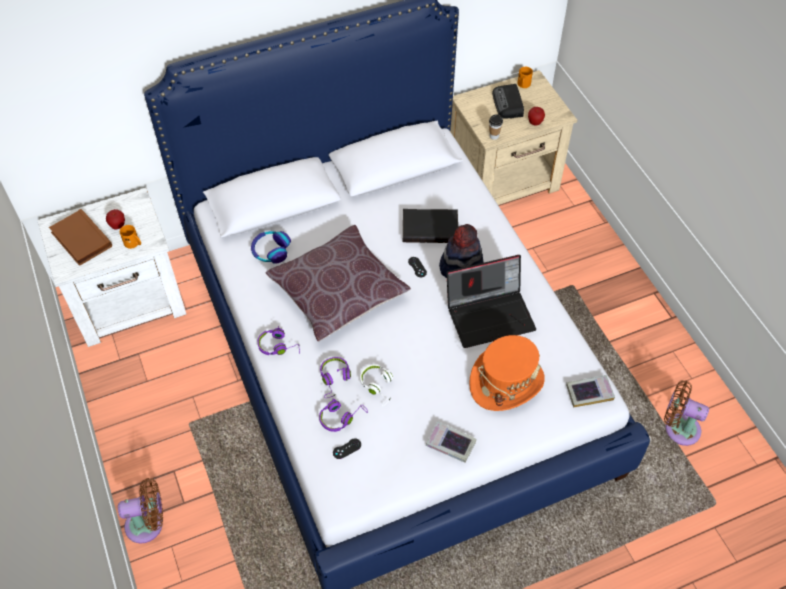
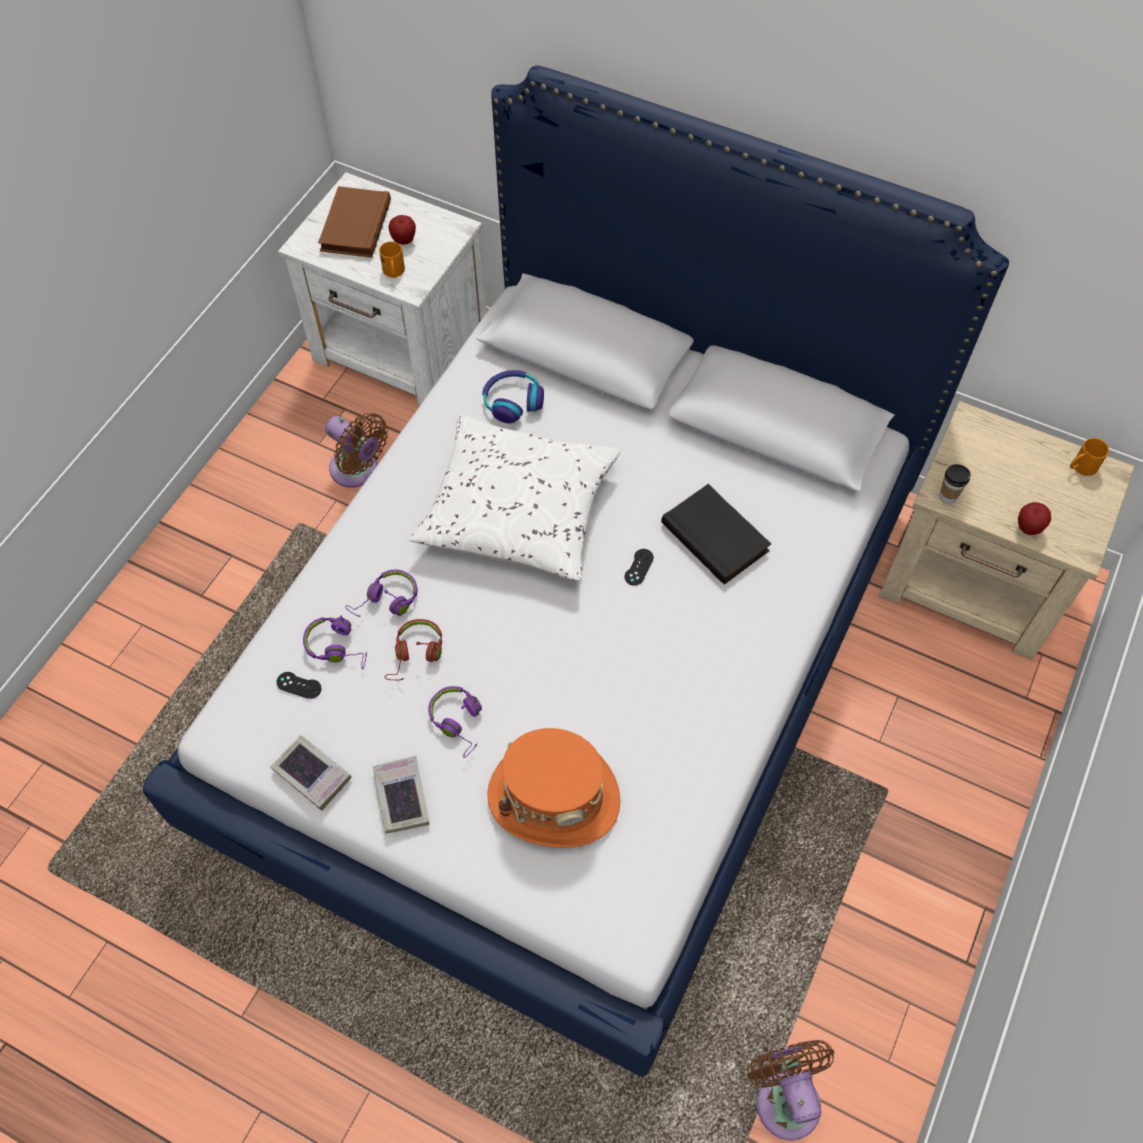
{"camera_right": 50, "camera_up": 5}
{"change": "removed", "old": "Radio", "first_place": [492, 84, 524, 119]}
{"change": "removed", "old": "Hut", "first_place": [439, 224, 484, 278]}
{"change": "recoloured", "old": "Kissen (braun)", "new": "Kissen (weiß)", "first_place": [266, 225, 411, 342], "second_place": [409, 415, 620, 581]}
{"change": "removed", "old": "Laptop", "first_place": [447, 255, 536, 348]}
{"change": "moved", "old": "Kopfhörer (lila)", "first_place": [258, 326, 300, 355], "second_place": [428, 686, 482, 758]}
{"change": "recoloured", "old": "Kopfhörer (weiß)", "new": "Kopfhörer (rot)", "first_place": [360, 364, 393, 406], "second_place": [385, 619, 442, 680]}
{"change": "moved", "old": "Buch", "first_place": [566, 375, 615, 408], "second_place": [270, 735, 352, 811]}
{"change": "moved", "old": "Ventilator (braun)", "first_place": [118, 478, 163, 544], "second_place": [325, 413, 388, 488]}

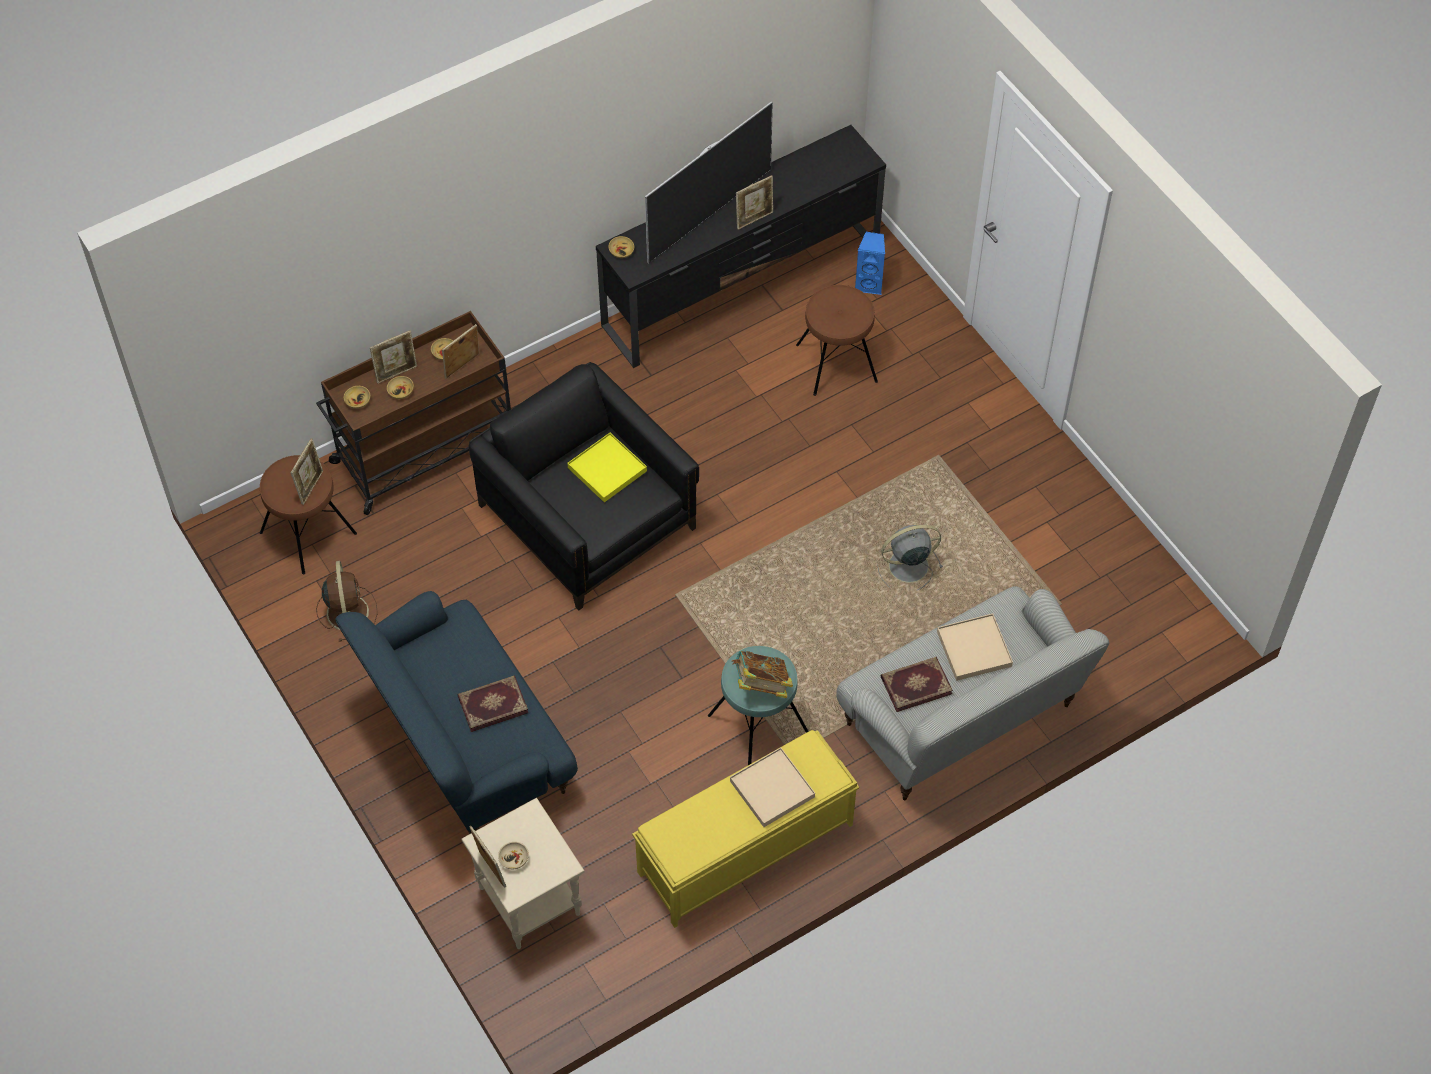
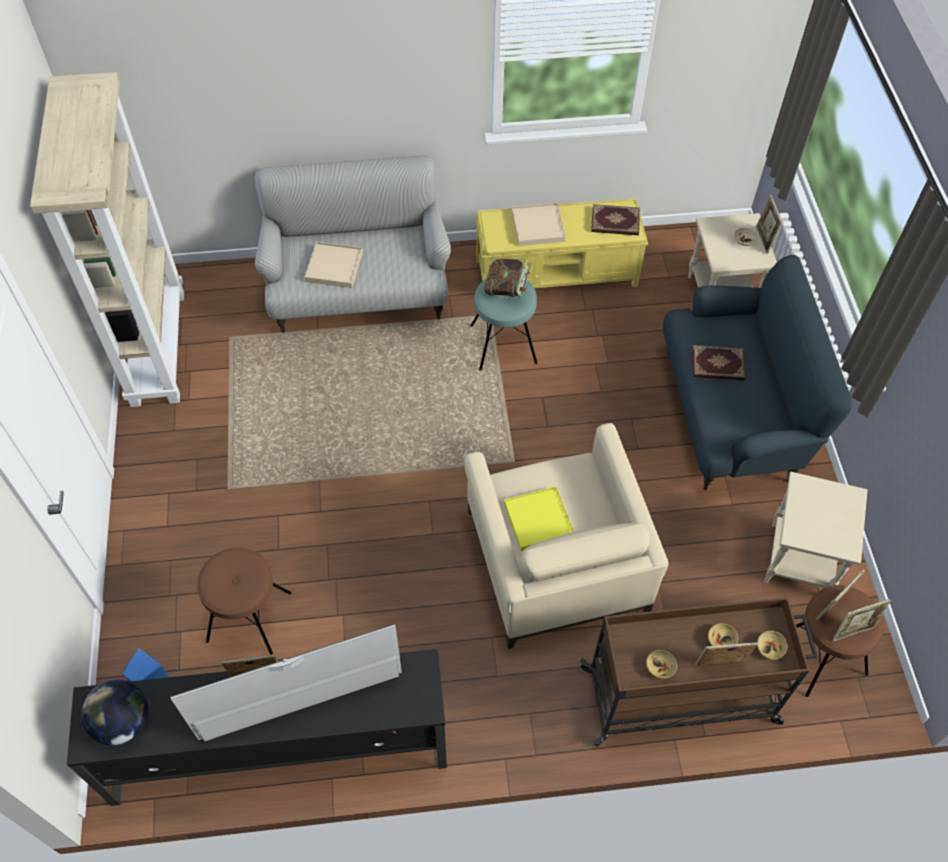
{"camera_right": -155, "camera_up": 0}
{"change": "removed", "old": "Schüssel (beige)", "first_place": [608, 236, 634, 258]}
{"change": "moved", "old": "Bilderrahmen", "first_place": [442, 324, 479, 378], "second_place": [833, 599, 891, 641]}
{"change": "recoloured", "old": "Sessel (schwarz)", "new": "Sessel (beige)", "first_place": [469, 362, 699, 610], "second_place": [464, 423, 668, 649]}
{"change": "removed", "old": "Ventilator (grau)", "first_place": [877, 525, 943, 590]}
{"change": "replaced", "old": "Ventilator (braun)", "new": "Beistelltisch (beige)", "first_place": [316, 561, 378, 642], "second_place": [764, 472, 868, 588]}
{"change": "moved", "old": "Buch", "first_place": [881, 657, 953, 712], "second_place": [591, 204, 640, 235]}
{"change": "added", "new": "Bücherregal (beige)", "second_place": [30, 72, 184, 407]}
{"change": "added", "new": "Globus", "second_place": [81, 680, 148, 745]}

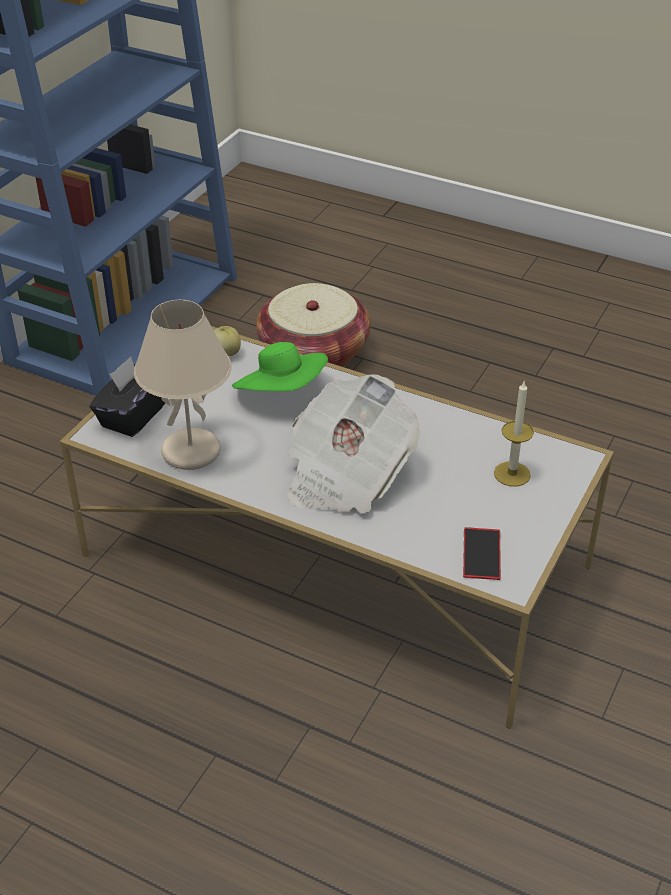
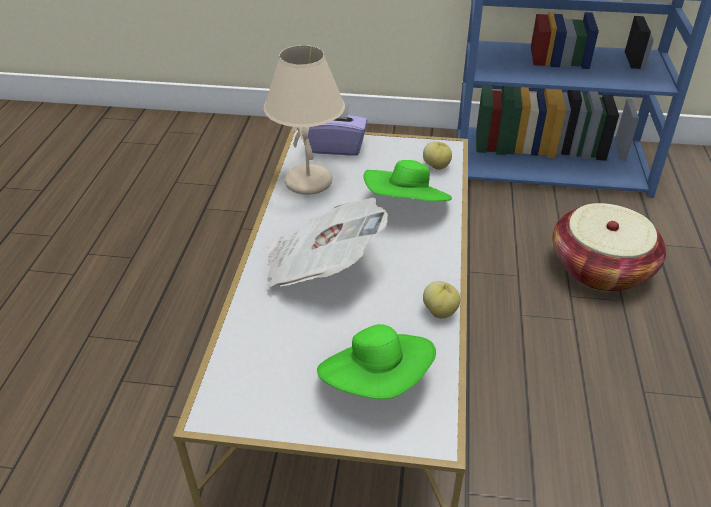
{"camera_right": 70, "camera_up": 0}
{"change": "recoloured", "old": "Taschentuchbox (schwarz)", "new": "Taschentuchbox (lila)", "first_place": [90, 356, 165, 437], "second_place": [308, 103, 367, 156]}
{"change": "replaced", "old": "Kerze", "new": "Hut (grün)", "first_place": [494, 381, 534, 487], "second_place": [317, 324, 436, 399]}
{"change": "removed", "old": "Handy", "first_place": [463, 527, 501, 580]}
{"change": "added", "new": "Apfel", "second_place": [423, 281, 460, 318]}

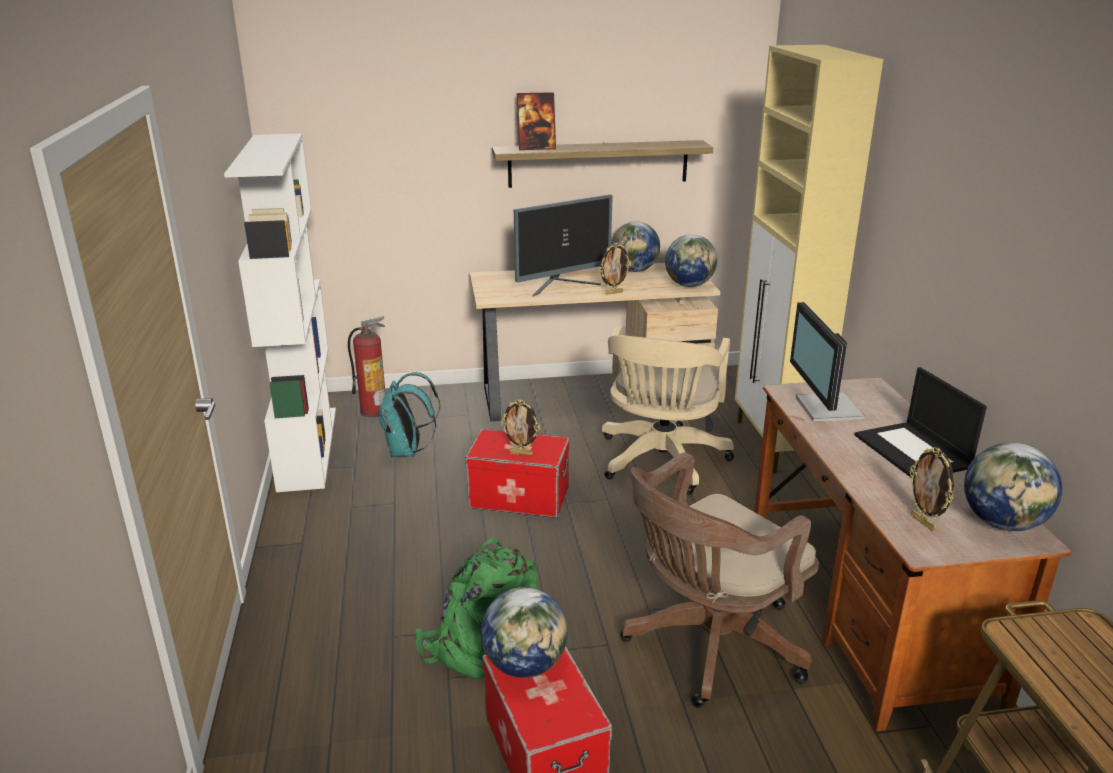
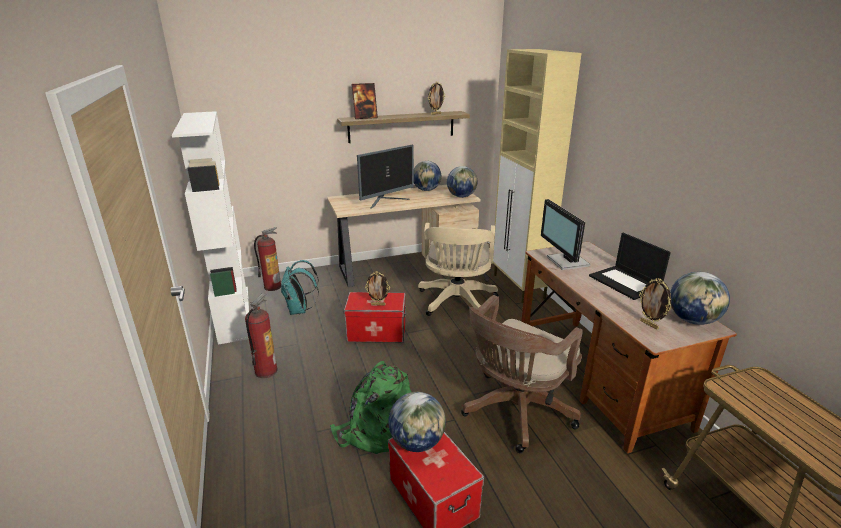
{"camera_right": -10, "camera_up": 0}
{"change": "moved", "old": "Bilderrahmen", "first_place": [599, 242, 631, 295], "second_place": [428, 82, 445, 115]}
{"change": "added", "new": "Feuerlöscher", "second_place": [245, 293, 278, 378]}

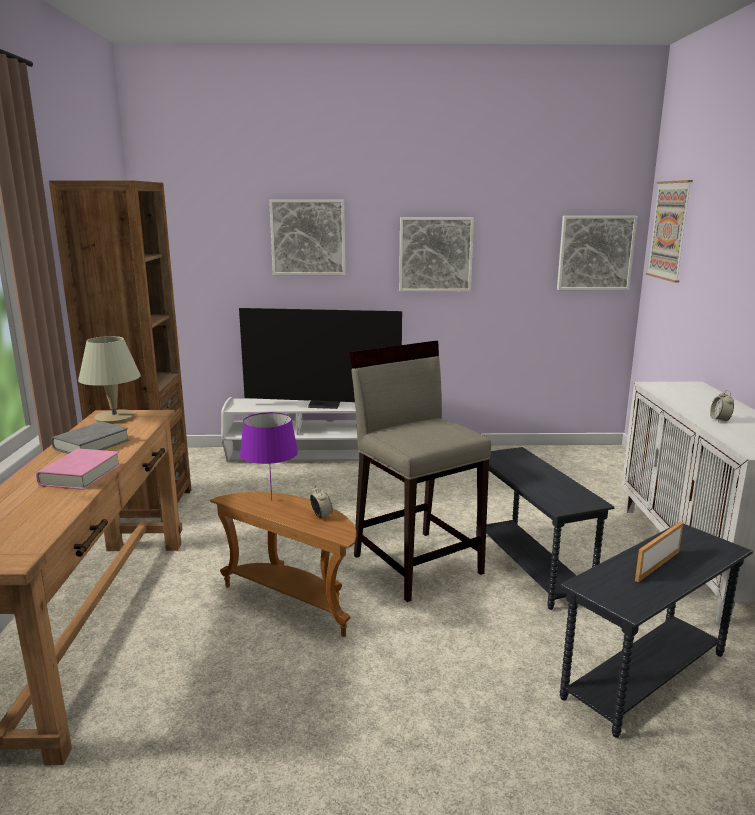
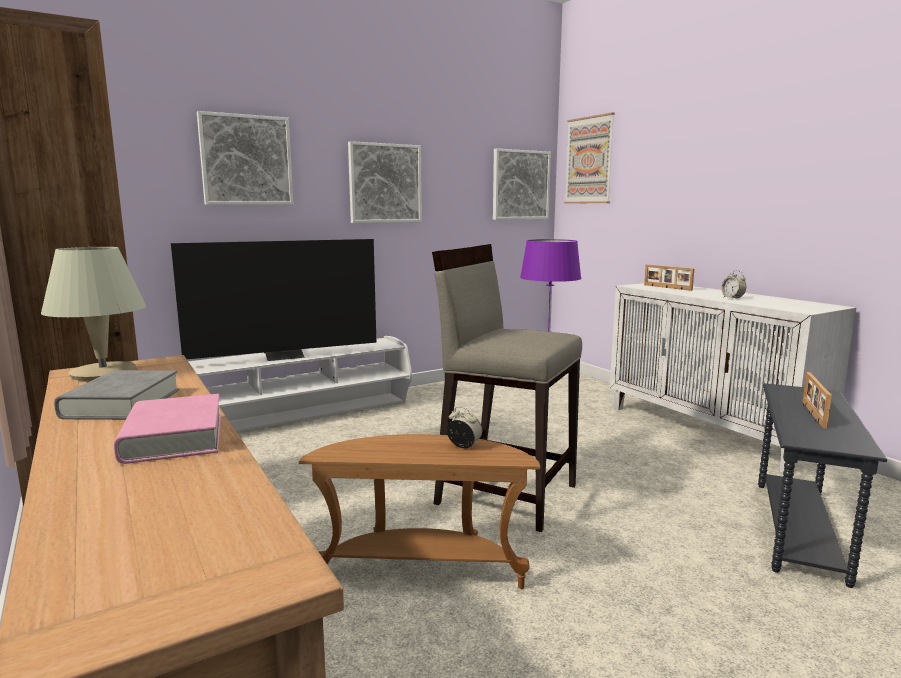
{"camera_right": -30, "camera_up": -5}
{"change": "moved", "old": "Tischlampe (lila)", "first_place": [240, 412, 298, 501], "second_place": [520, 239, 582, 332]}
{"change": "removed", "old": "Beistelltisch (grau)", "first_place": [476, 447, 614, 610]}
{"change": "added", "new": "Bilderrahmen", "second_place": [644, 265, 694, 291]}

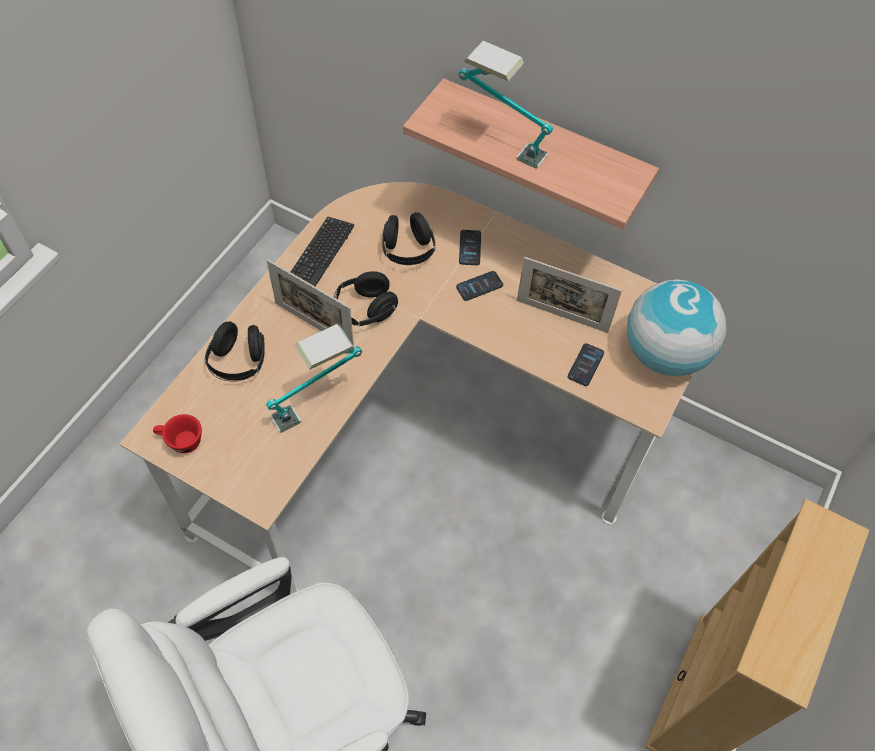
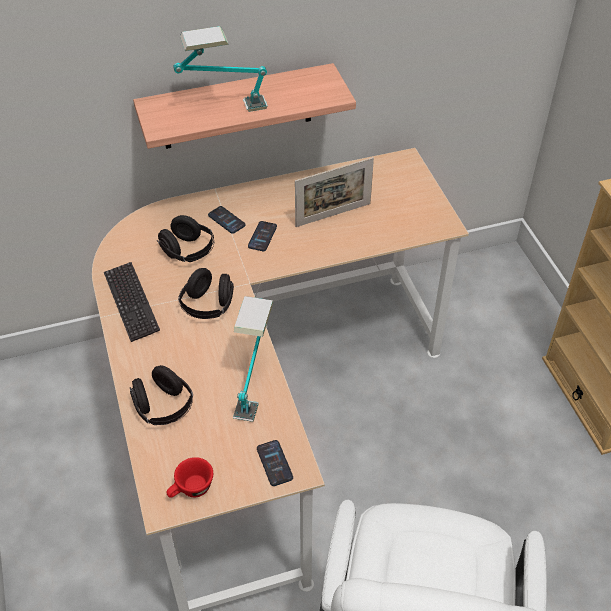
{"camera_right": -45, "camera_up": -10}
{"change": "removed", "old": "Bilderrahmen", "first_place": [267, 259, 354, 346]}
{"change": "removed", "old": "Globus", "first_place": [627, 279, 726, 376]}
{"change": "moved", "old": "Handy", "first_place": [568, 343, 604, 386], "second_place": [257, 440, 293, 486]}

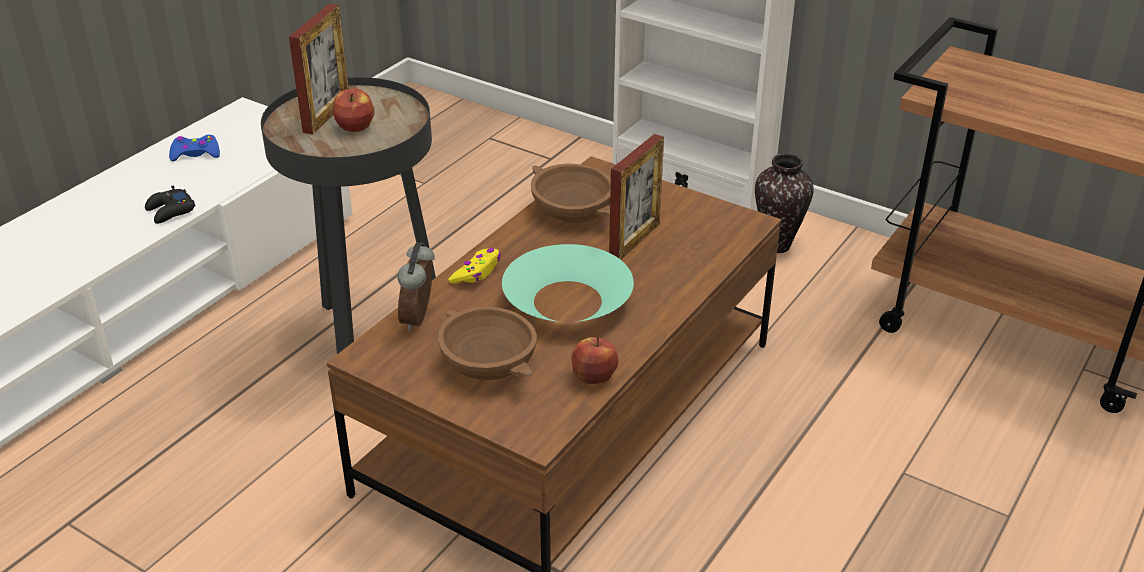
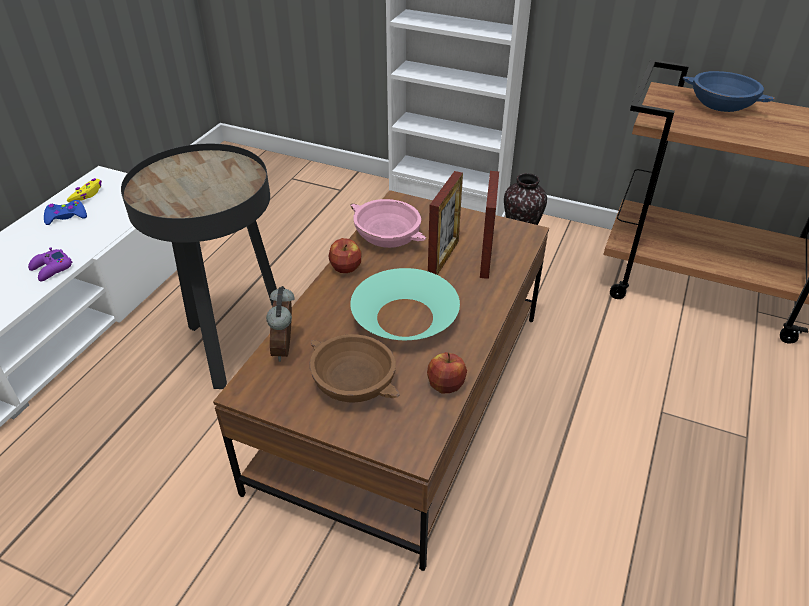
{"camera_right": -10, "camera_up": 5}
{"change": "moved", "old": "Bilderrahmen", "first_place": [289, 4, 349, 134], "second_place": [480, 171, 499, 279]}
{"change": "moved", "old": "Apfel", "first_place": [333, 88, 374, 132], "second_place": [328, 238, 361, 273]}
{"change": "recoloured", "old": "Schüssel (braun)", "new": "Schüssel (rosa)", "first_place": [531, 164, 611, 223], "second_place": [350, 199, 426, 248]}
{"change": "recoloured", "old": "Gamepad (schwarz)", "new": "Gamepad (lila)", "first_place": [145, 186, 195, 224], "second_place": [28, 247, 73, 282]}
{"change": "moved", "old": "Gamepad (gelb)", "first_place": [448, 248, 501, 284], "second_place": [67, 178, 102, 202]}
{"change": "added", "new": "Schüssel (blau)", "second_place": [683, 71, 775, 112]}

